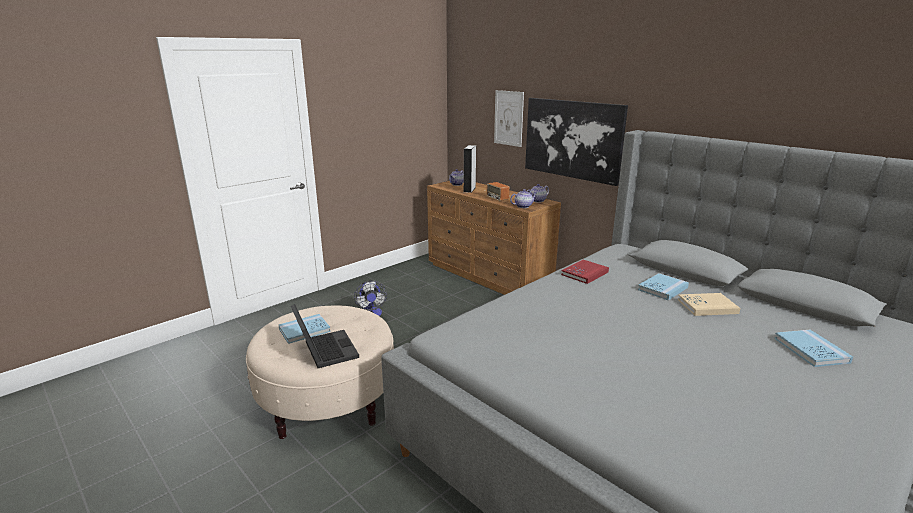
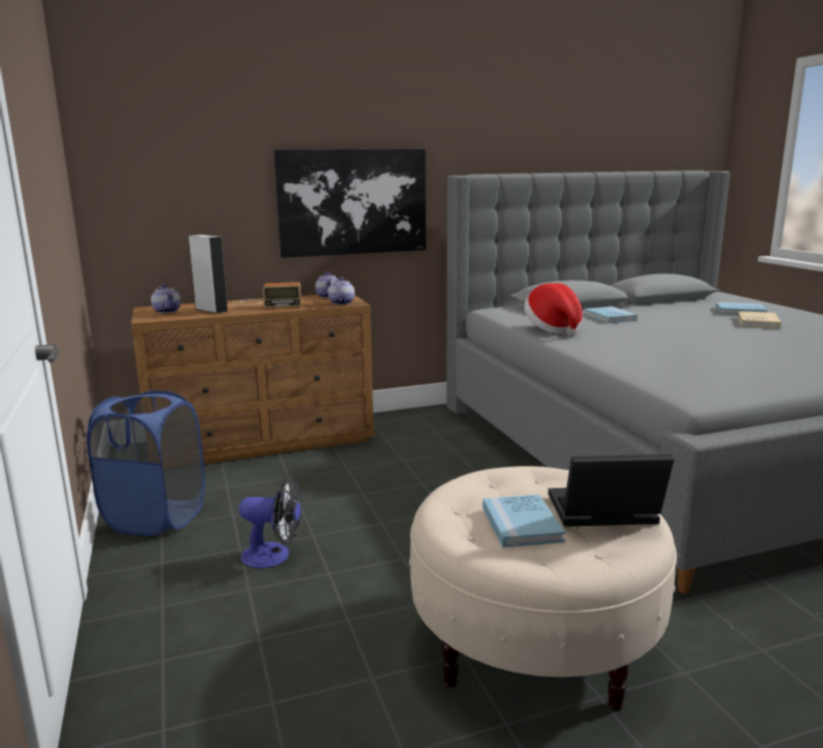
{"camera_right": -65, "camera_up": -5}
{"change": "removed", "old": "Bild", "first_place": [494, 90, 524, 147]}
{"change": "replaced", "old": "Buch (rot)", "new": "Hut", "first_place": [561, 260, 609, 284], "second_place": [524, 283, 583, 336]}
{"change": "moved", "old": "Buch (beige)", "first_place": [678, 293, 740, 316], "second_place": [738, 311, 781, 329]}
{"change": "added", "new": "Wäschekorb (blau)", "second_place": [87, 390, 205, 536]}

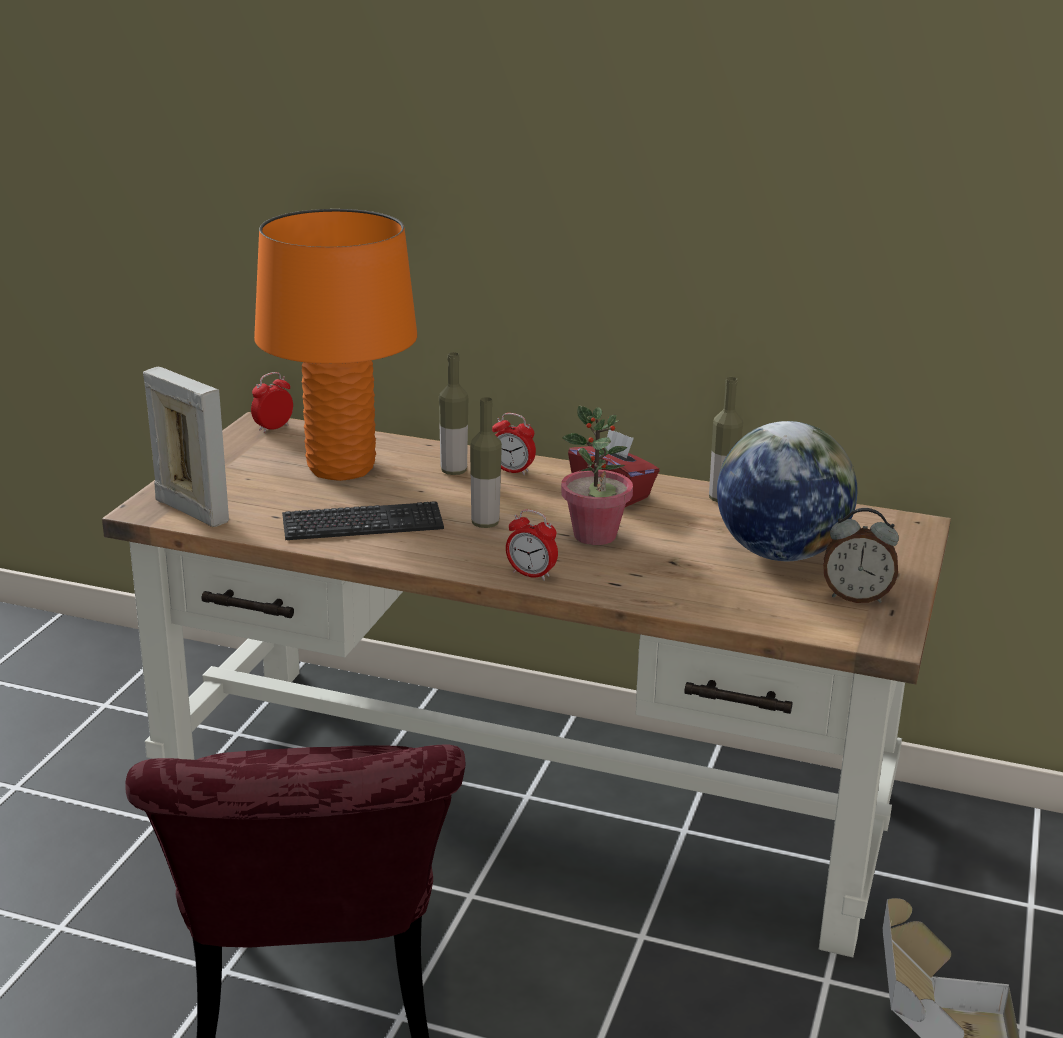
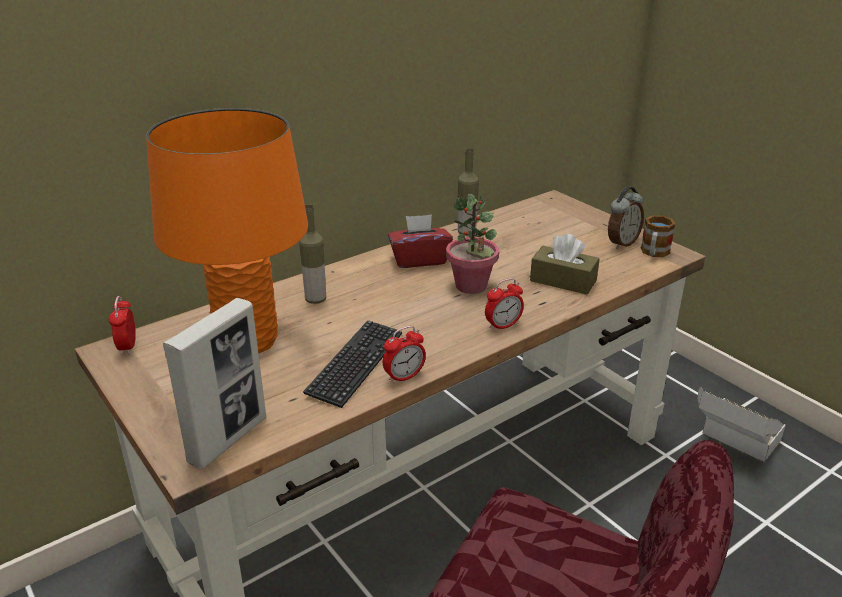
{"camera_right": -55, "camera_up": 5}
{"change": "turned", "old": "Bilderrahmen", "first_place": [143, 367, 229, 527], "second_place": [163, 298, 266, 469], "degrees": 135}
{"change": "removed", "old": "Flasche", "first_place": [470, 397, 502, 528]}
{"change": "moved", "old": "Wecker", "first_place": [492, 413, 536, 475], "second_place": [383, 326, 426, 384]}
{"change": "removed", "old": "Globus", "first_place": [717, 421, 857, 561]}
{"change": "added", "new": "Henkelbecher", "second_place": [641, 215, 675, 257]}
{"change": "added", "new": "Taschentuchbox (braun)", "second_place": [530, 234, 600, 294]}

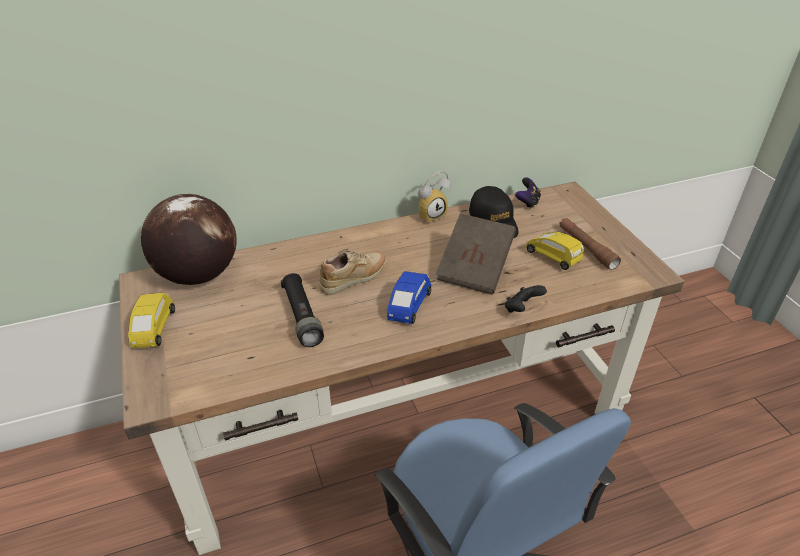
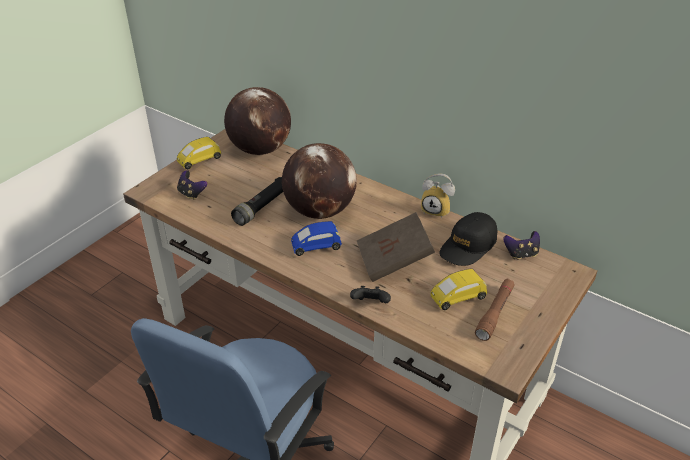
{"camera_right": 55, "camera_up": 0}
{"change": "turned", "old": "Spielzeugauto (gelb)", "first_place": [526, 232, 584, 270], "second_place": [431, 269, 487, 310], "degrees": -120}
{"change": "replaced", "old": "Schuh (beige)", "new": "Globus", "first_place": [319, 248, 386, 295], "second_place": [282, 143, 357, 219]}
{"change": "added", "new": "Gamepad", "second_place": [177, 170, 207, 200]}

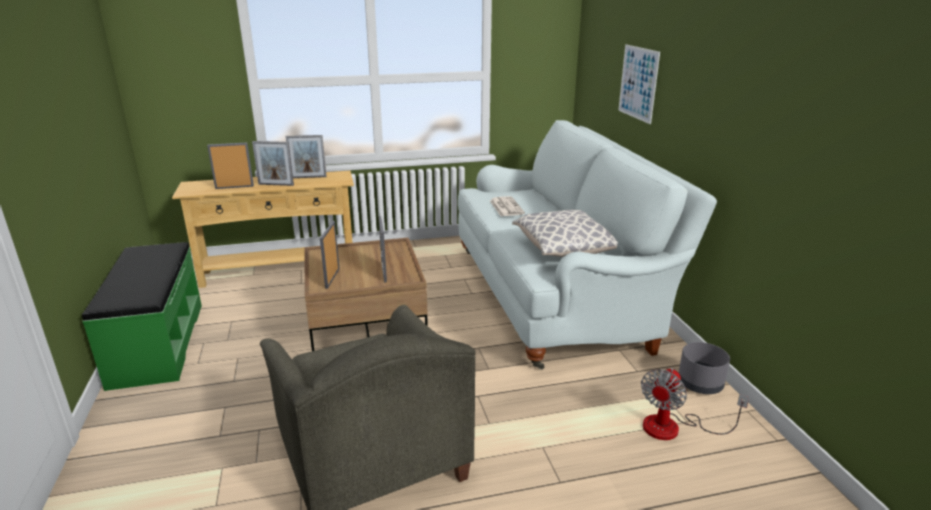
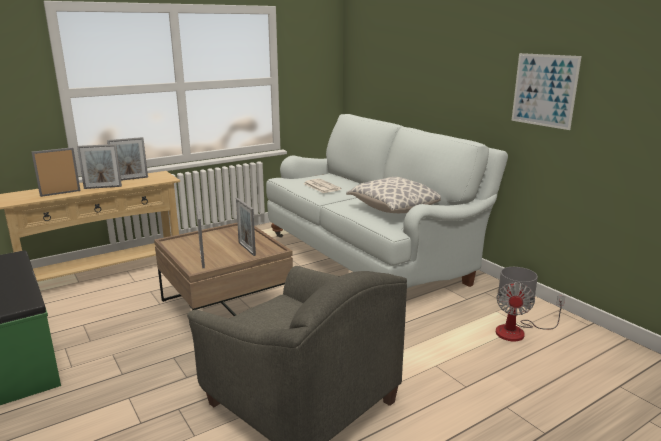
{"camera_right": -20, "camera_up": -5}
{"change": "moved", "old": "Bild", "first_place": [618, 44, 660, 124], "second_place": [512, 53, 582, 130]}

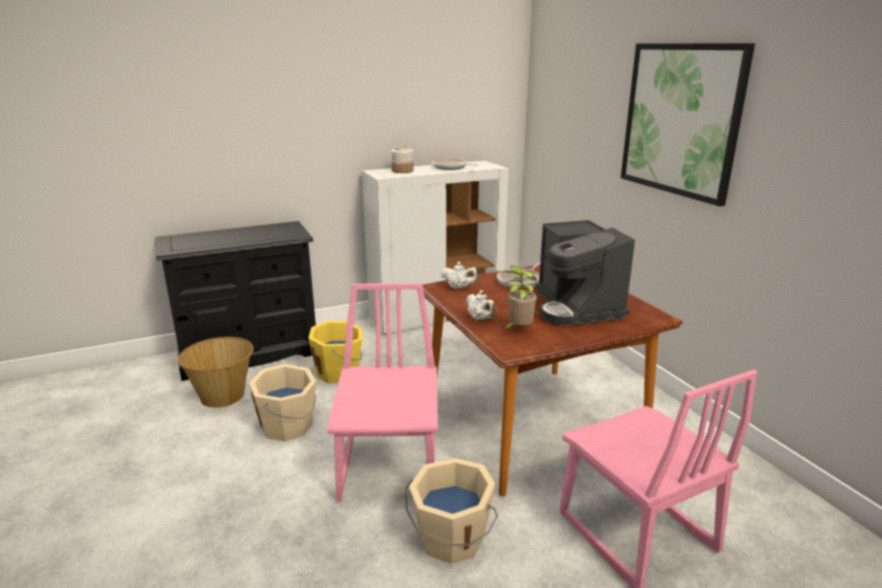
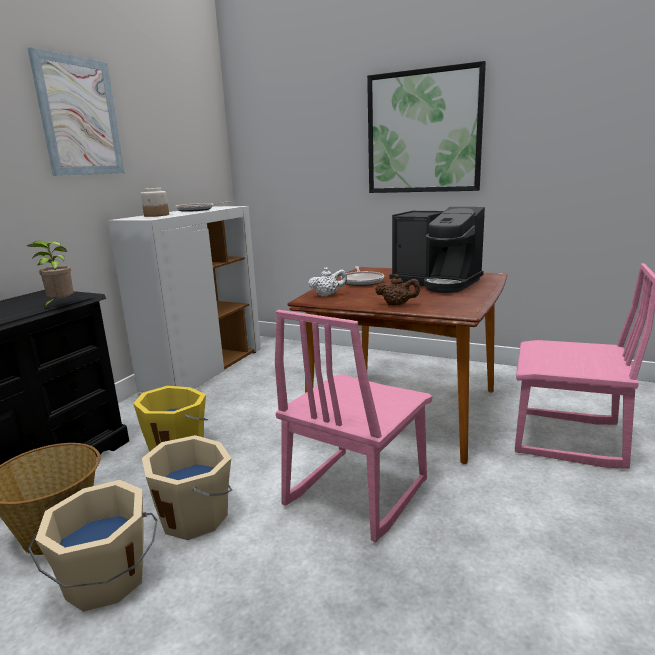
{"camera_right": -40, "camera_up": -5}
{"change": "moved", "old": "Topfpflanze", "first_place": [502, 266, 537, 331], "second_place": [27, 241, 73, 307]}
{"change": "turned", "old": "Stuhl (rosa)", "first_place": [327, 283, 438, 501], "second_place": [275, 310, 432, 542], "degrees": -105}
{"change": "recoloured", "old": "Teekanne (weiß)", "new": "Teekanne (braun)", "first_place": [466, 290, 496, 321], "second_place": [375, 274, 420, 306]}
{"change": "moved", "old": "Eimer (beige)", "first_place": [405, 458, 498, 564], "second_place": [28, 480, 157, 612]}
{"change": "added", "new": "Bild", "second_place": [28, 48, 125, 176]}

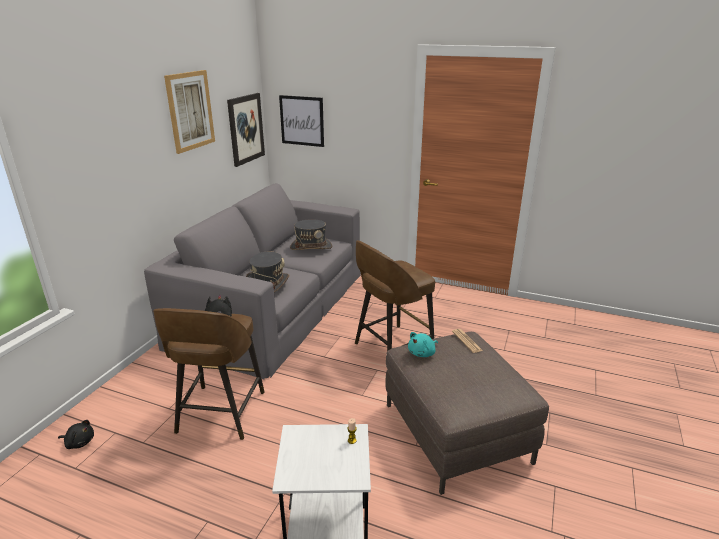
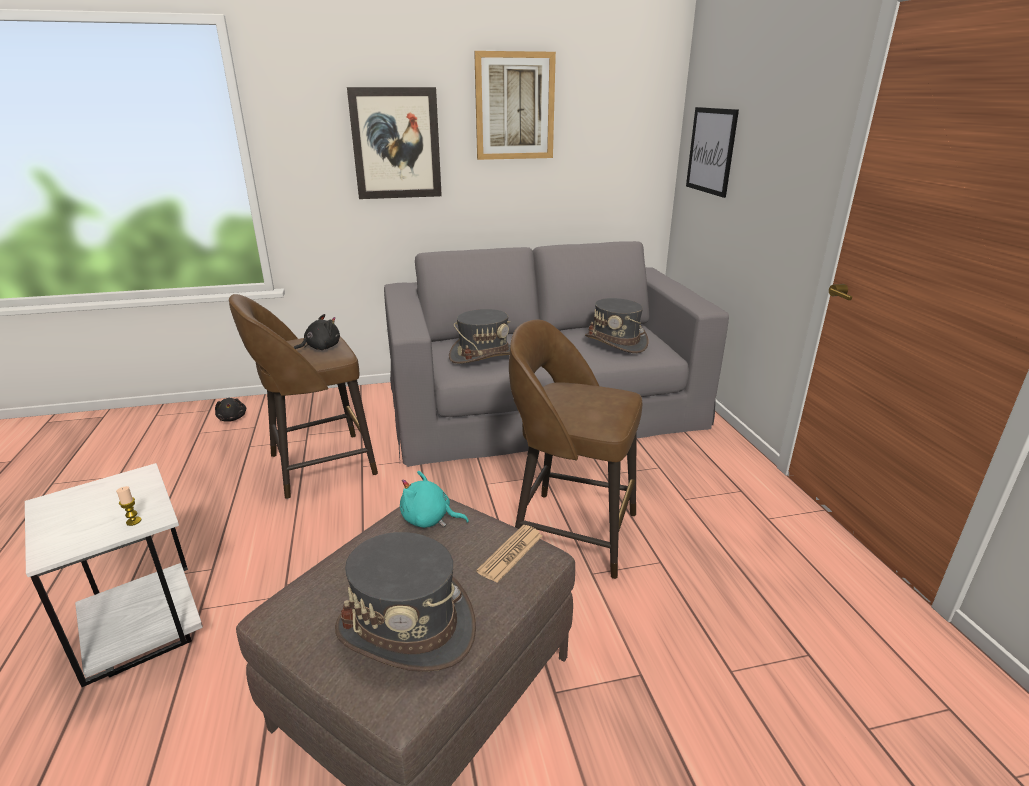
{"camera_right": 55, "camera_up": 0}
{"change": "moved", "old": "Bild", "first_place": [227, 93, 265, 167], "second_place": [347, 87, 442, 199]}
{"change": "added", "new": "Hut (grau)", "second_place": [335, 532, 476, 672]}

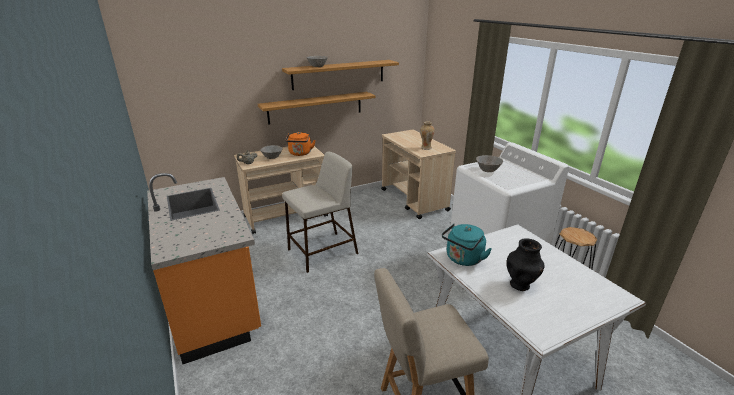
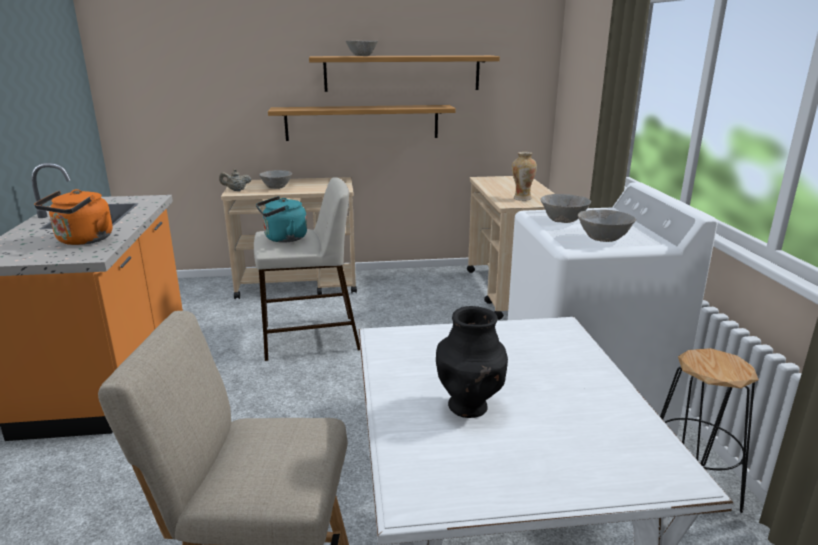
{"camera_right": 20, "camera_up": -5}
{"change": "moved", "old": "Wasserkessel (orange)", "first_place": [286, 132, 315, 156], "second_place": [34, 189, 112, 245]}
{"change": "moved", "old": "Wasserkessel (türkis)", "first_place": [442, 223, 492, 266], "second_place": [256, 196, 307, 243]}
{"change": "added", "new": "Schüssel (grau)", "second_place": [578, 209, 636, 242]}

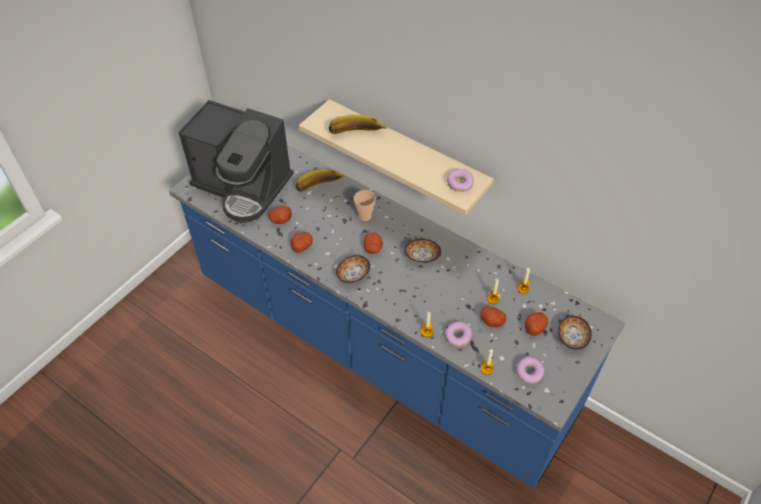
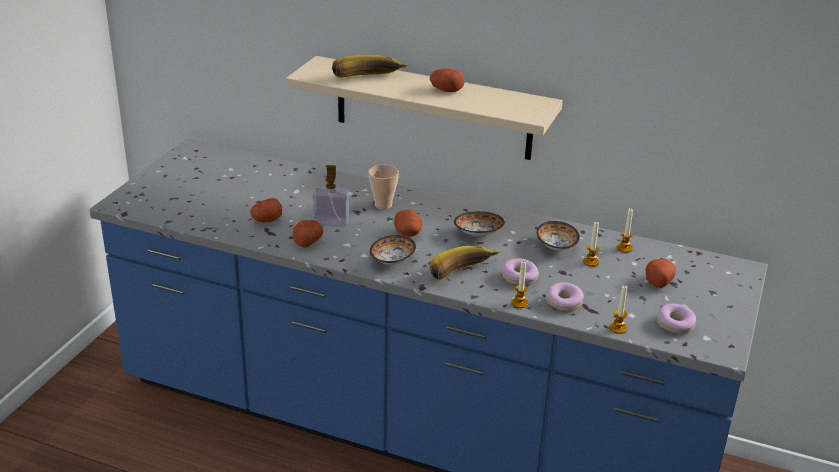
{"camera_right": -15, "camera_up": -20}
{"change": "removed", "old": "Kaffeemaschine", "first_place": [179, 100, 294, 223]}
{"change": "moved", "old": "Banane", "first_place": [296, 169, 346, 192], "second_place": [429, 246, 500, 280]}
{"change": "moved", "old": "Donut", "first_place": [447, 169, 474, 192], "second_place": [501, 258, 539, 285]}
{"change": "moved", "old": "Kartoffel", "first_place": [480, 306, 506, 328], "second_place": [430, 69, 465, 92]}
{"change": "moved", "old": "Schüssel", "first_place": [558, 315, 592, 350], "second_place": [536, 221, 580, 251]}
{"change": "added", "new": "Seifenspender", "second_place": [313, 165, 349, 227]}

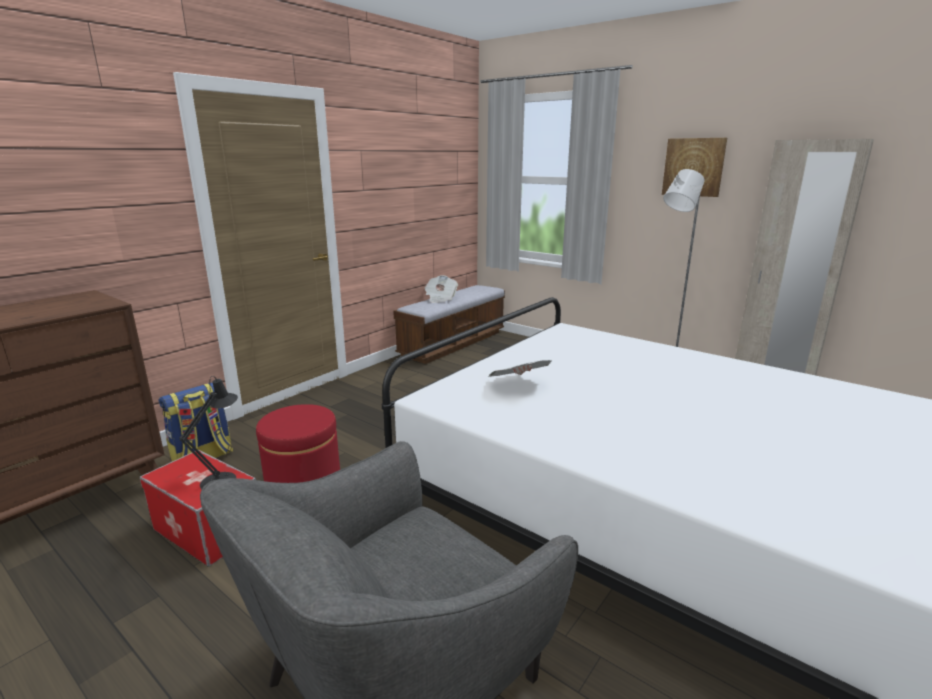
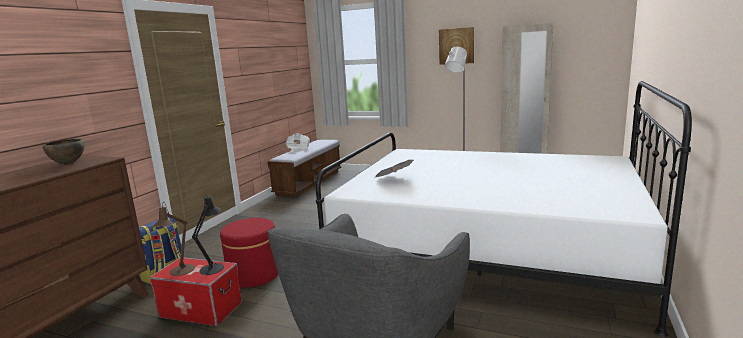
{"camera_right": -15, "camera_up": -5}
{"change": "added", "new": "Schüssel (braun)", "second_place": [43, 139, 84, 165]}
{"change": "added", "new": "Tischlampe (braun)", "second_place": [153, 202, 195, 276]}

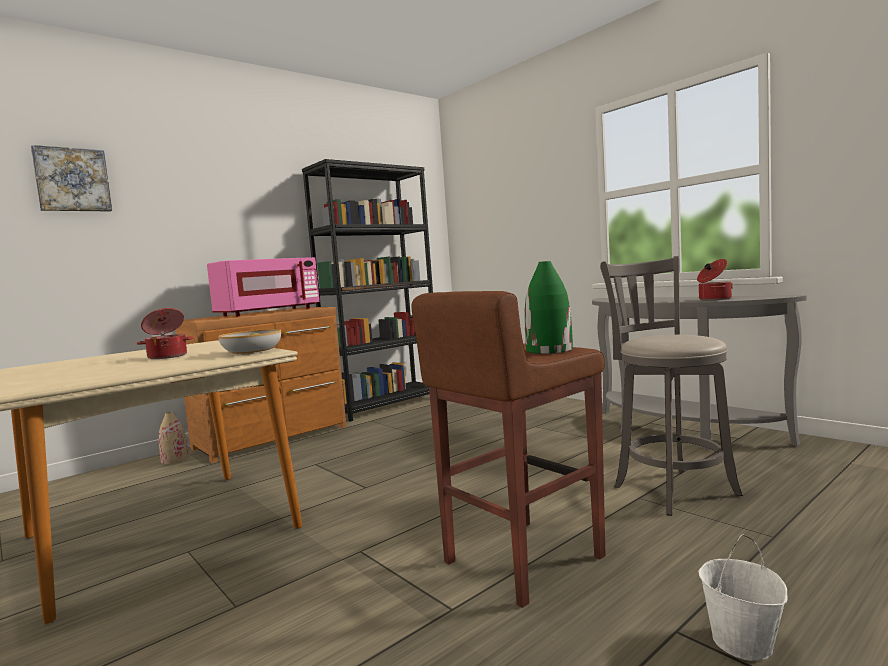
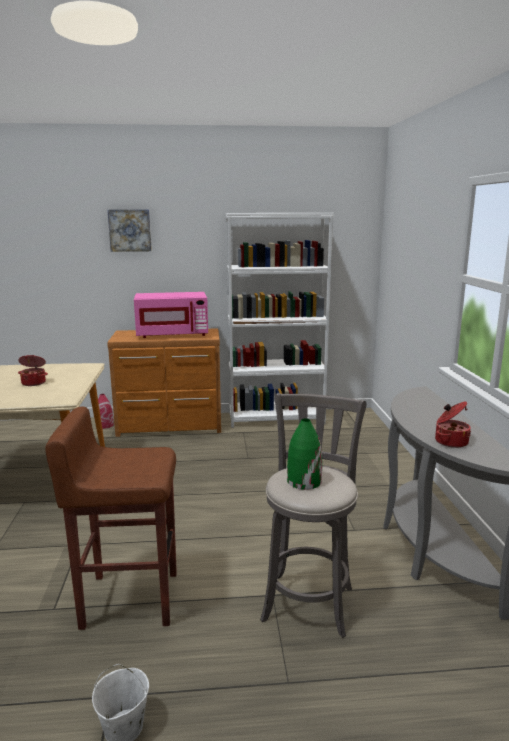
{"camera_right": 35, "camera_up": 10}
{"change": "moved", "old": "Bild", "first_place": [31, 145, 112, 212], "second_place": [108, 209, 152, 252]}
{"change": "recoloured", "old": "Bücherregal (schwarz)", "new": "Bücherregal (weiß)", "first_place": [302, 159, 433, 422], "second_place": [225, 213, 334, 428]}
{"change": "moved", "old": "Vase (grün)", "first_place": [525, 261, 573, 354], "second_place": [287, 419, 322, 490]}
{"change": "removed", "old": "Schüssel", "first_place": [218, 329, 281, 355]}
{"change": "recoloured", "old": "Vase (beige)", "new": "Vase (rot)", "first_place": [159, 412, 189, 464], "second_place": [98, 394, 114, 429]}

